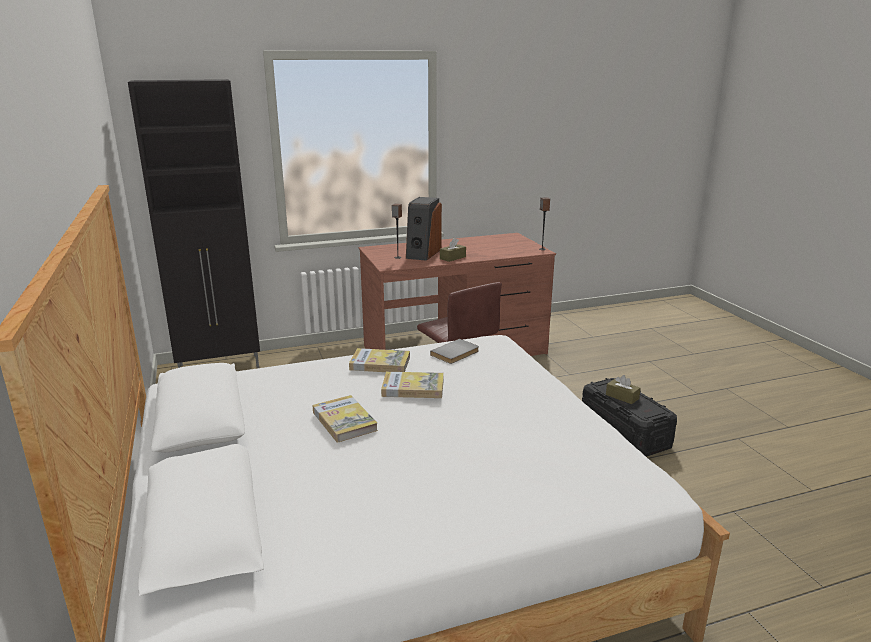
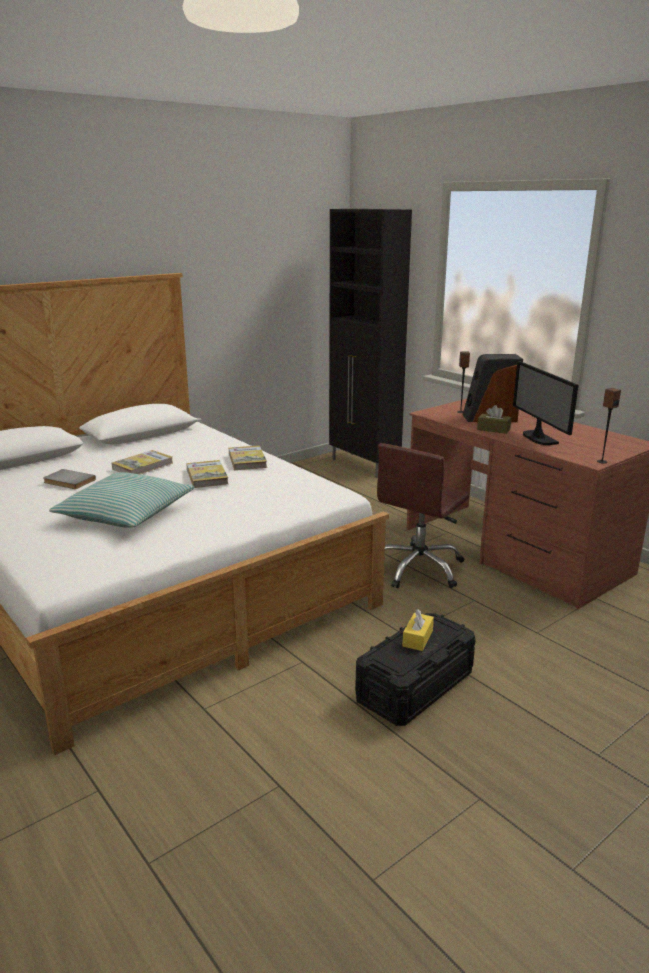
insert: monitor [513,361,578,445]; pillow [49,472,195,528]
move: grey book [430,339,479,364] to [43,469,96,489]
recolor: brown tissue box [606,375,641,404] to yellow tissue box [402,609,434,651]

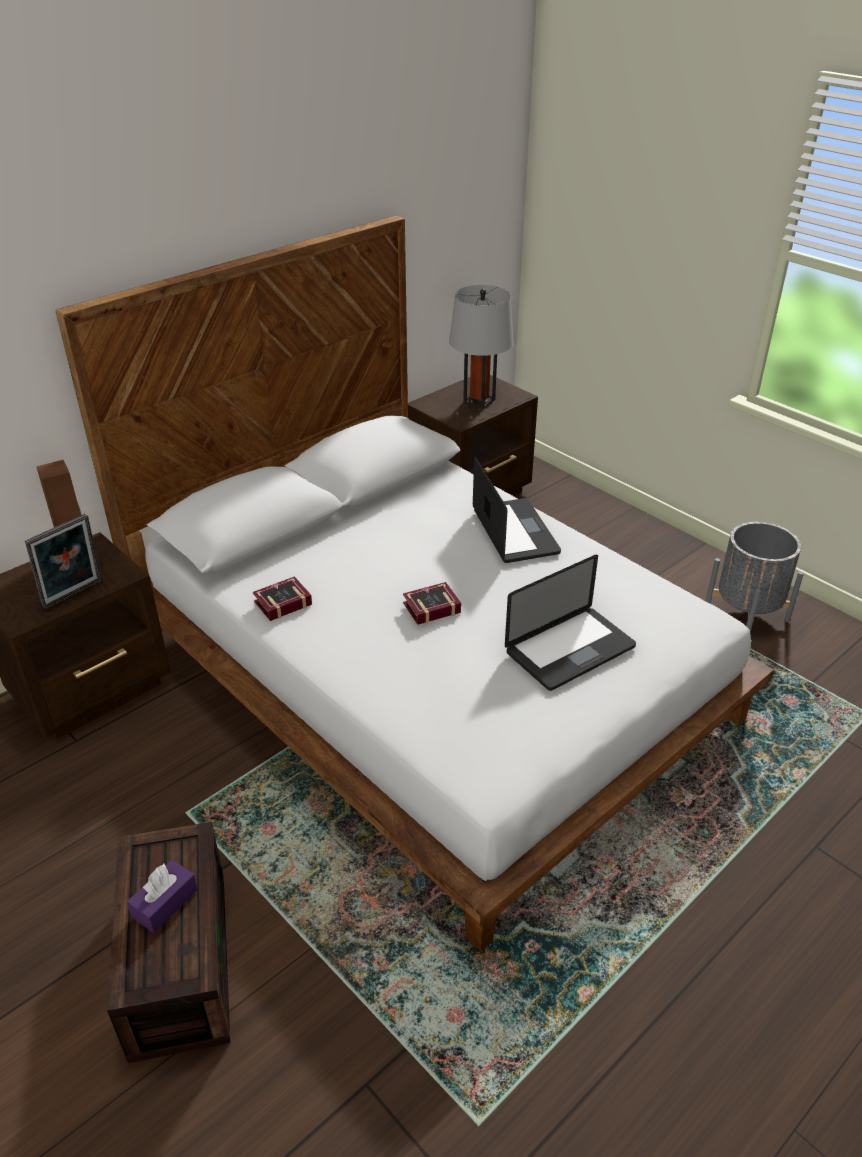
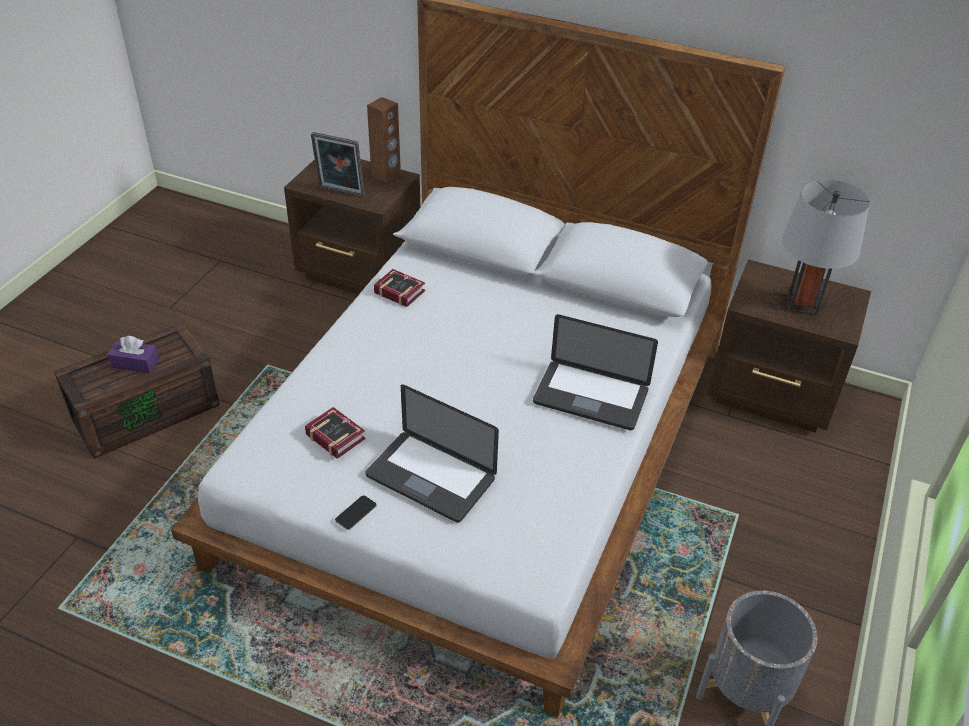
insert: phone [335,495,377,530]
move: book [403,582,461,625] to [305,407,365,459]
rotate: laptop [473,457,561,563] = [533,314,658,430] 60 degrees clockwise

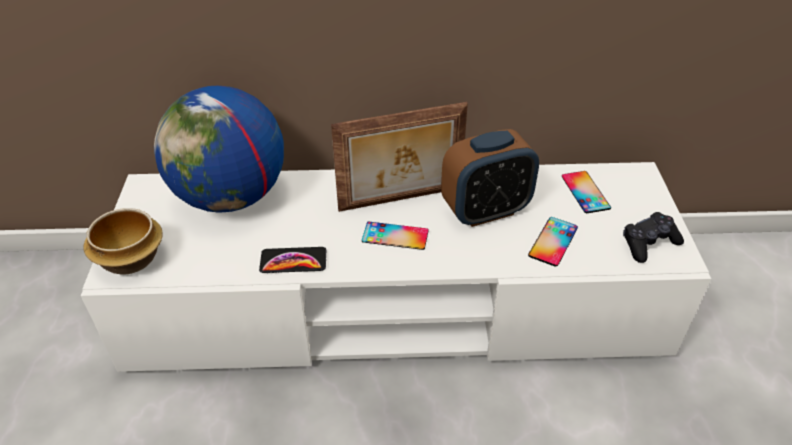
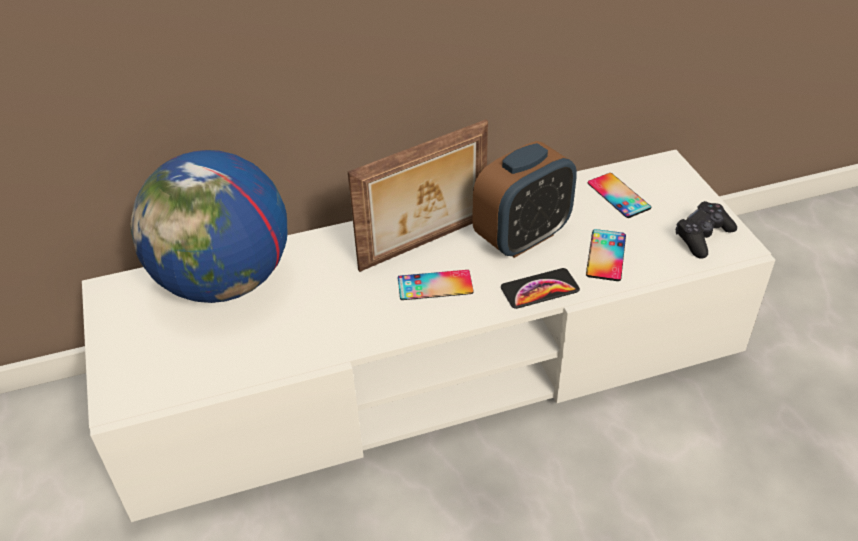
delete: bowl [83,208,163,274]
move: phone [259,247,326,273] to [501,268,580,309]

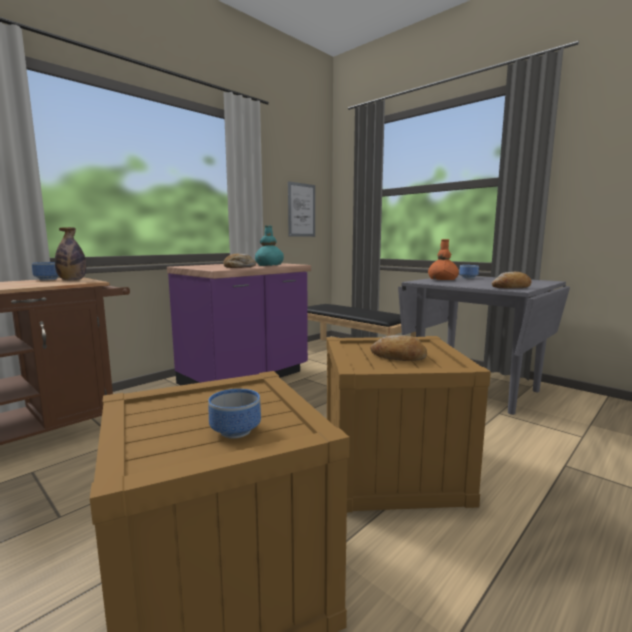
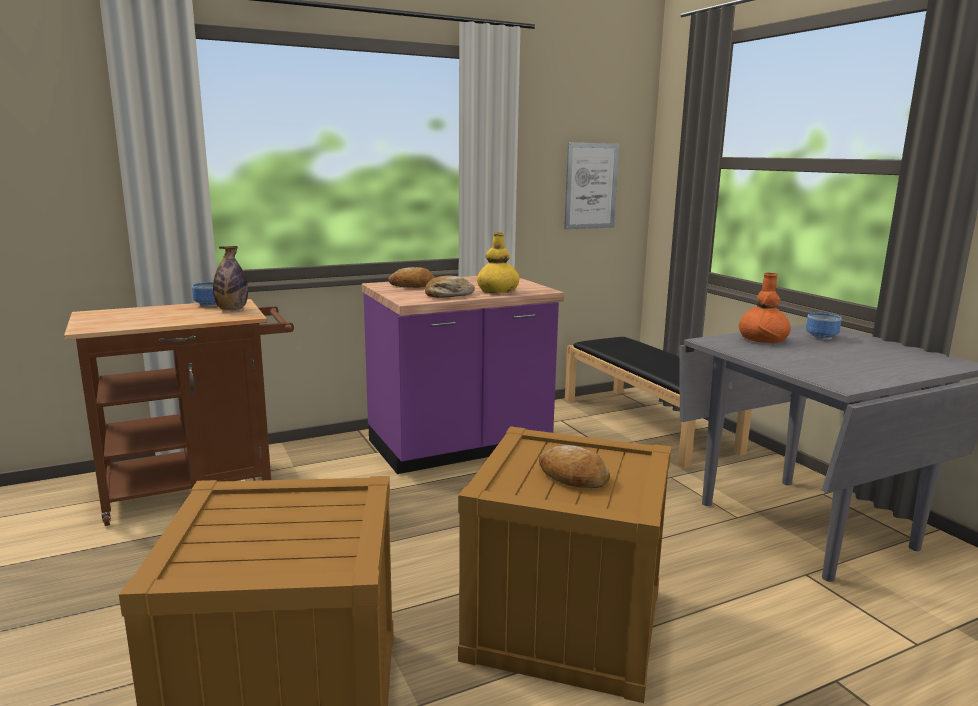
delete: bowl [208,389,261,439]
move: bread [492,272,531,289] to [388,267,435,288]
recolor: turquoise vase [255,226,284,266] to yellow vase [477,233,520,293]

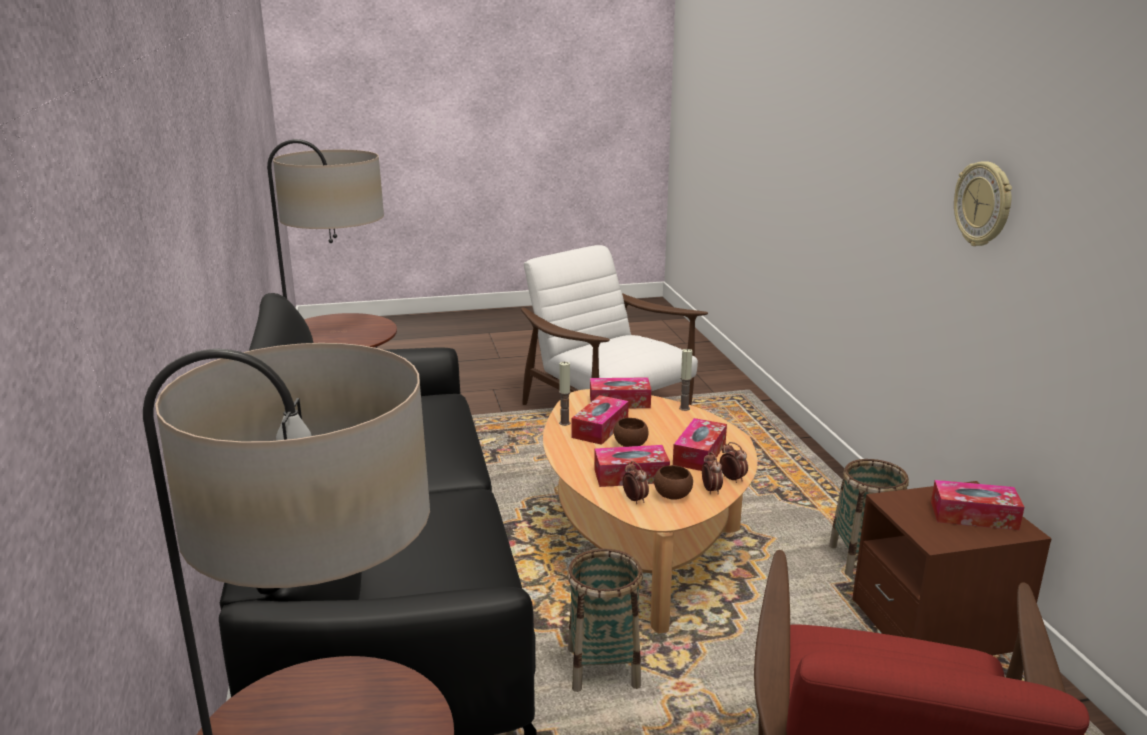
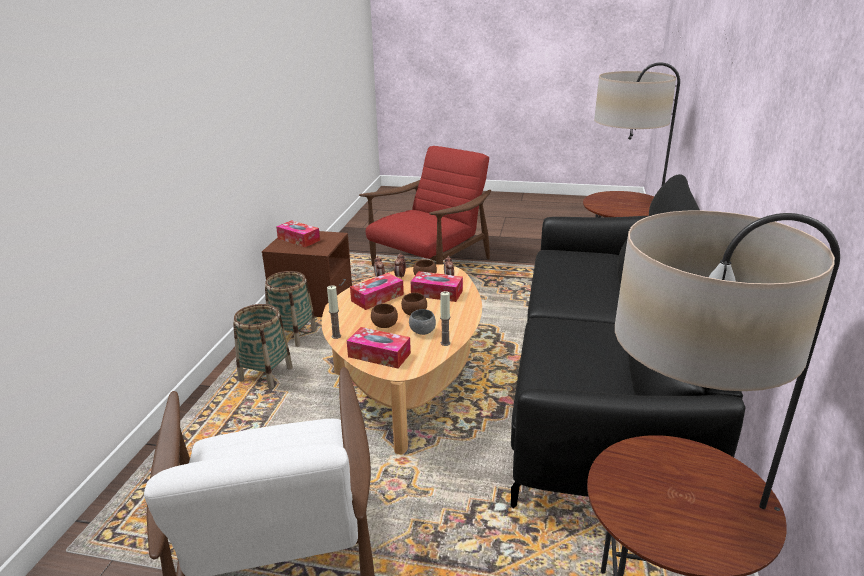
delete: wall clock [954,161,1012,246]
insert: brown bowl [371,304,398,328]
move: basket [567,549,643,692] to [233,304,293,389]
replace: tissue box [572,395,629,445] to grey bowl [409,309,436,335]

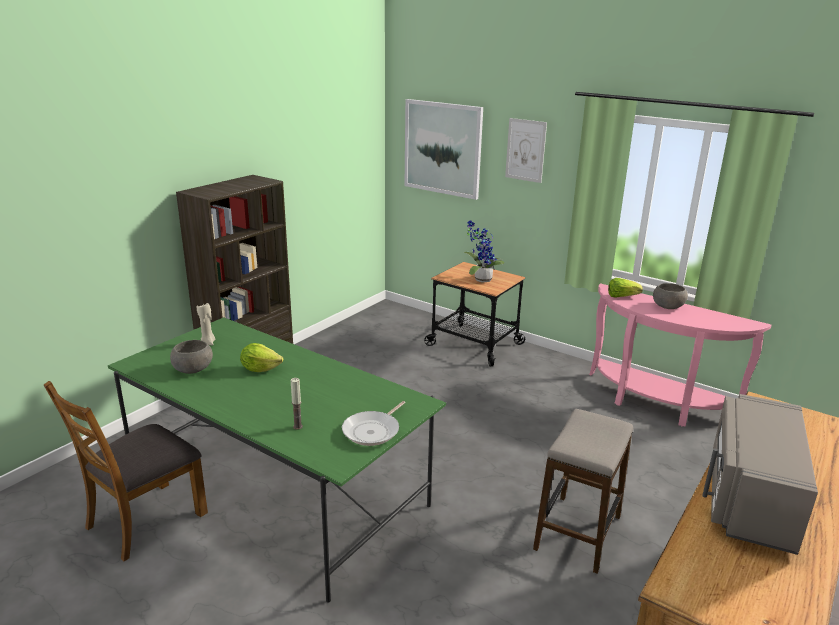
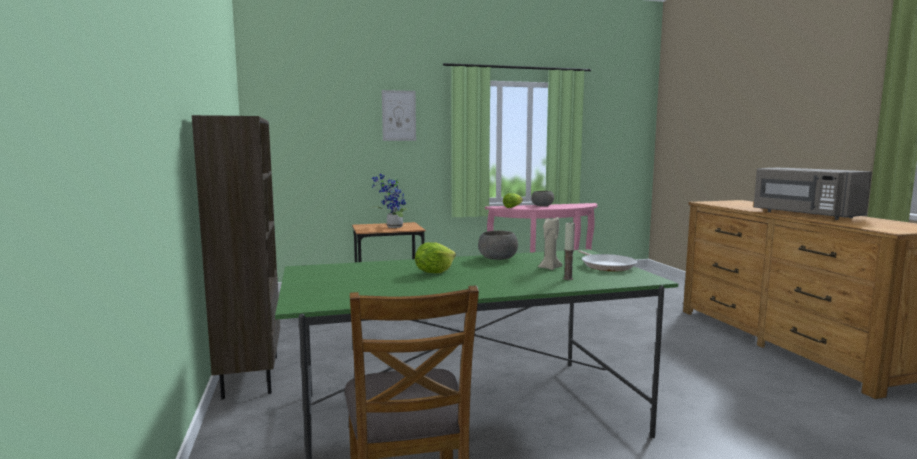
delete: picture [405,99,483,200]; stool [533,409,633,574]
move: beige candle [197,303,215,345] to [538,217,563,270]; grey bowl [170,340,213,374] to [478,230,518,260]

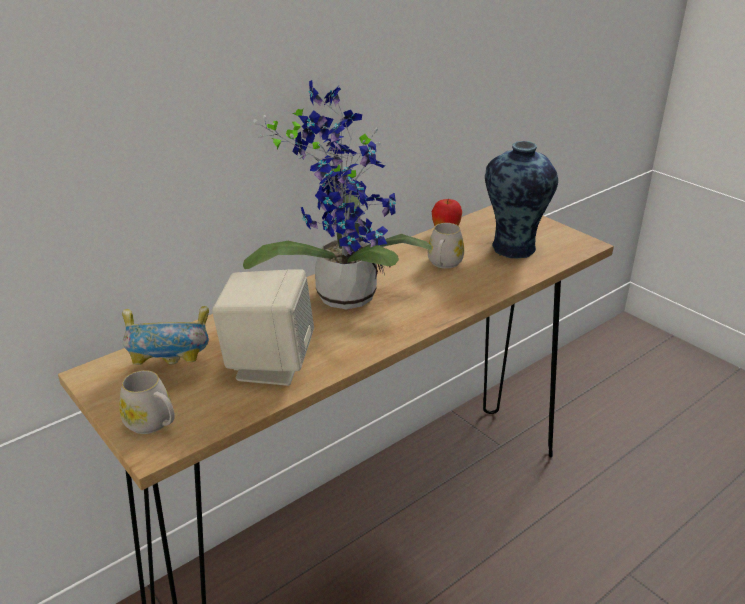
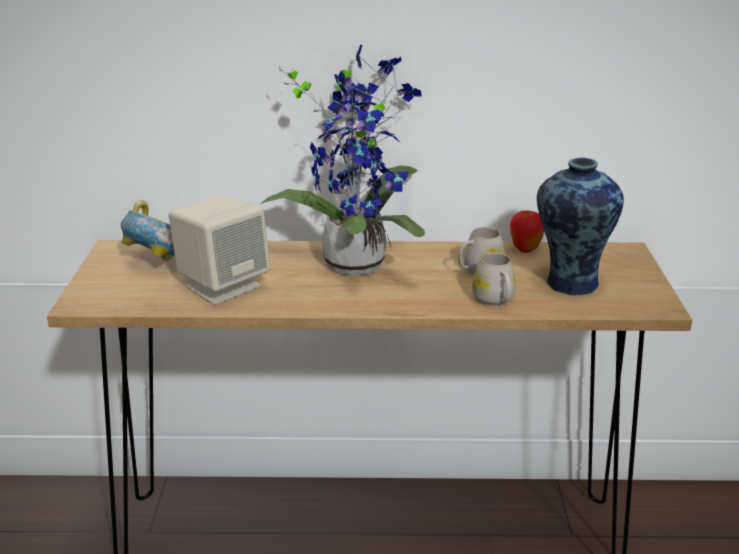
move: white mug [119,370,175,434] to [472,252,516,306]

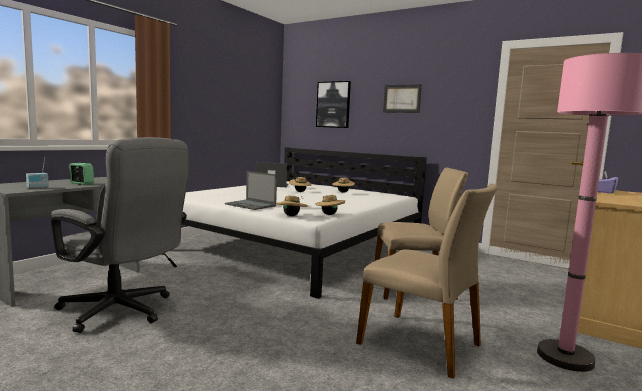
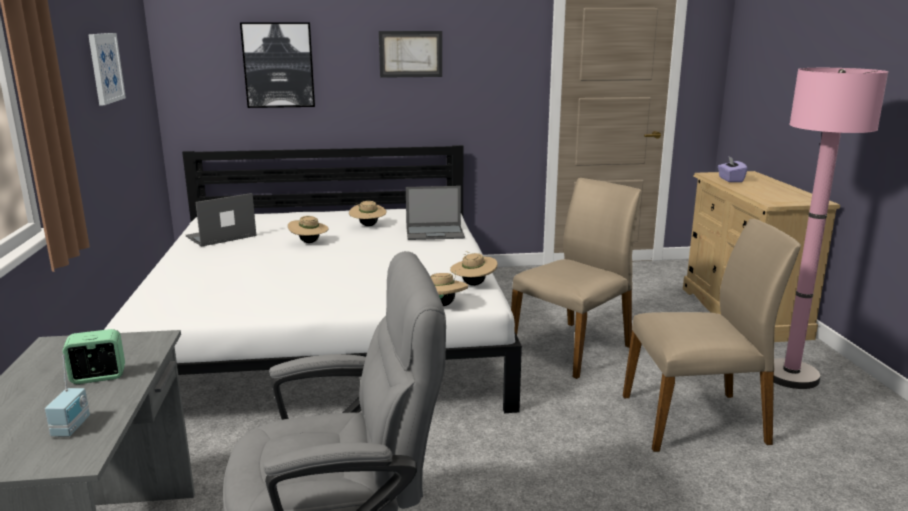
insert: picture [88,33,126,105]
move: laptop [225,171,277,210] to [406,186,465,240]

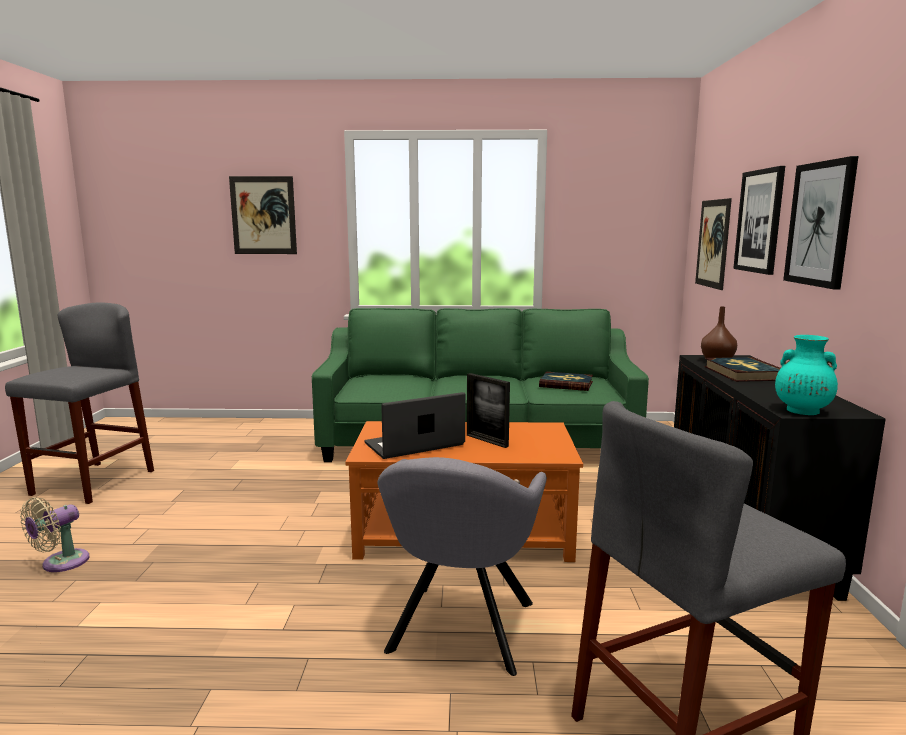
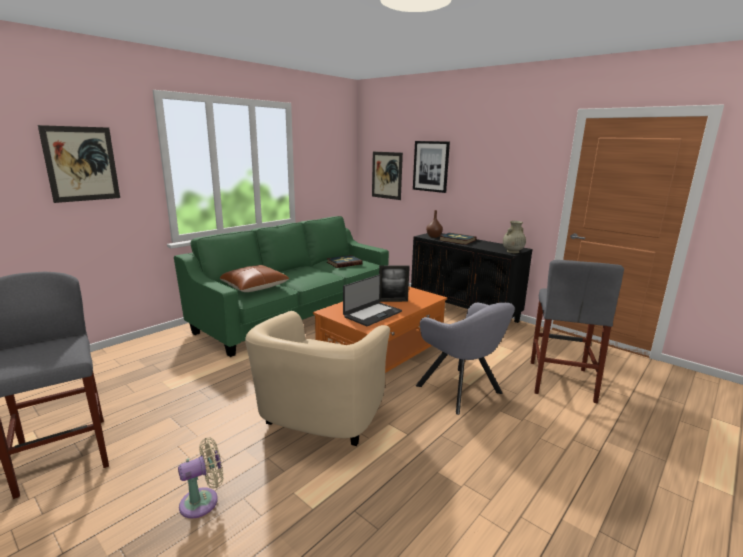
delete: picture [783,156,859,290]
insert: brown pillow [220,265,290,292]; beige armchair [245,311,390,446]
recolor: turquoise vase [775,335,838,415] to beige vase [503,221,526,253]
rotate: laptop [365,392,465,459] = [343,275,402,326] 150 degrees counterclockwise; beige fan [20,497,89,572] = [178,438,223,518] 105 degrees counterclockwise

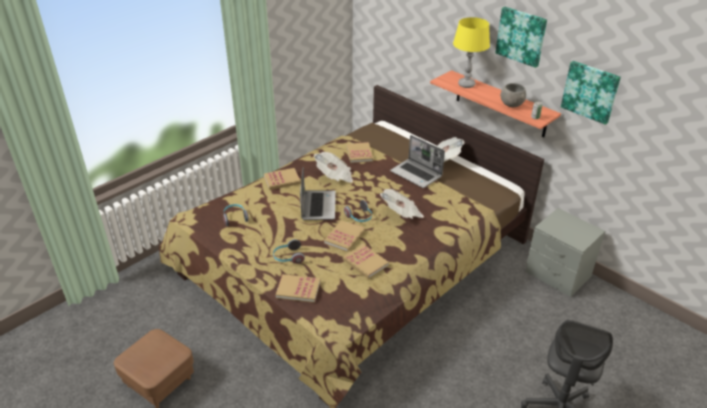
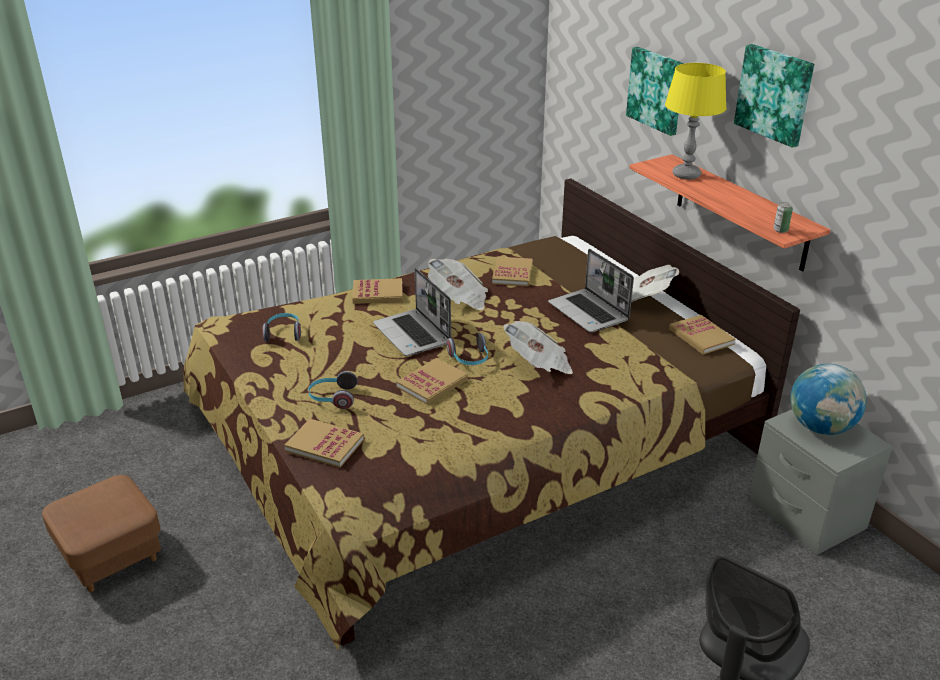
delete: grey bowl [500,83,526,107]
insert: globe [791,364,867,435]
move: picture [561,61,621,125] to [626,47,684,136]; book [342,244,389,279] to [669,315,735,355]
rotate: laptop [300,167,336,220] = [373,268,451,356] 135 degrees clockwise

